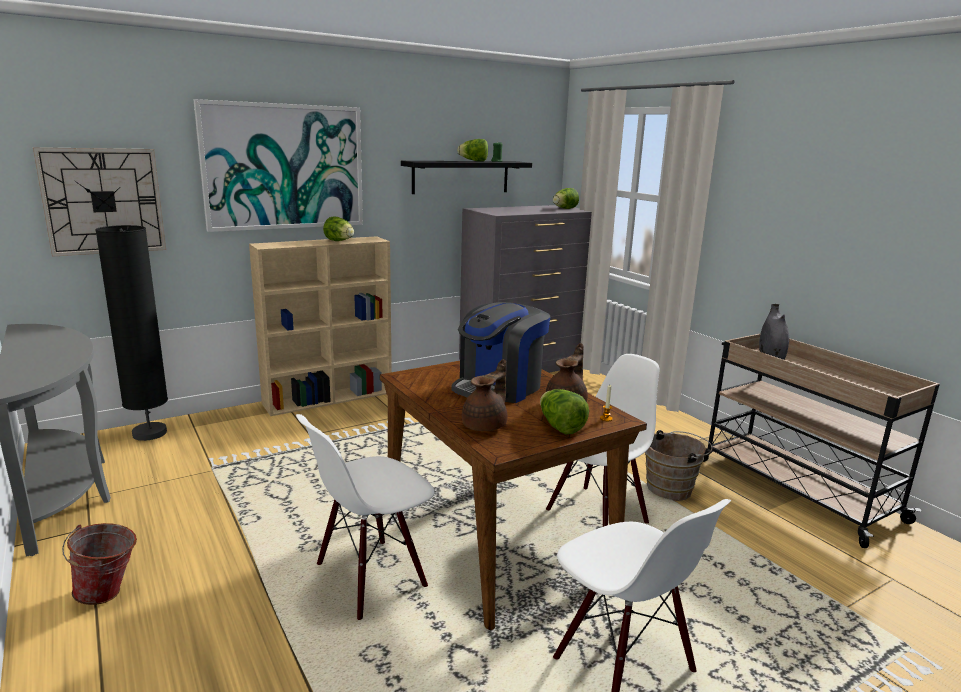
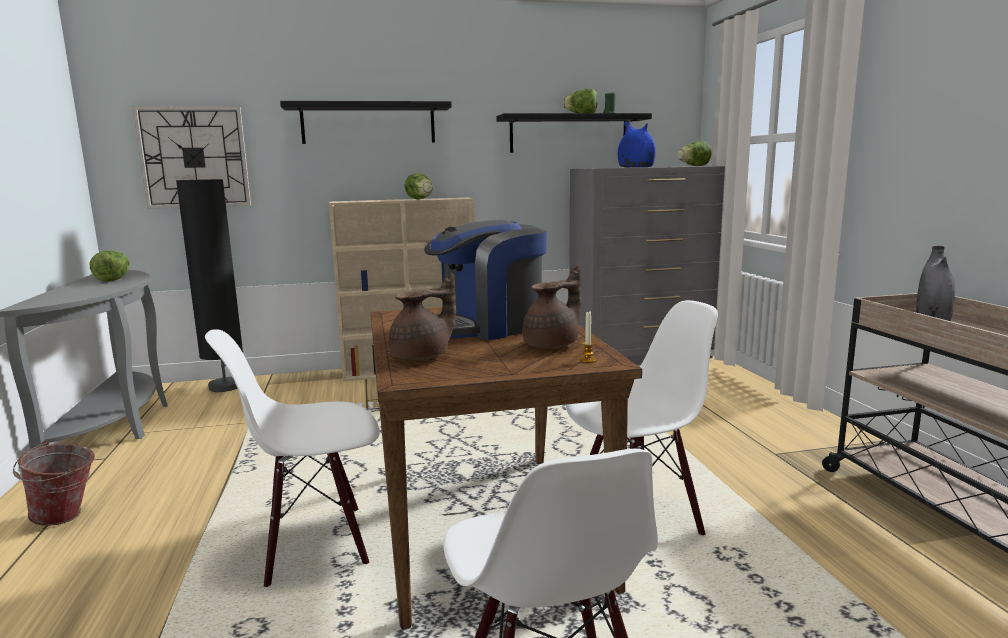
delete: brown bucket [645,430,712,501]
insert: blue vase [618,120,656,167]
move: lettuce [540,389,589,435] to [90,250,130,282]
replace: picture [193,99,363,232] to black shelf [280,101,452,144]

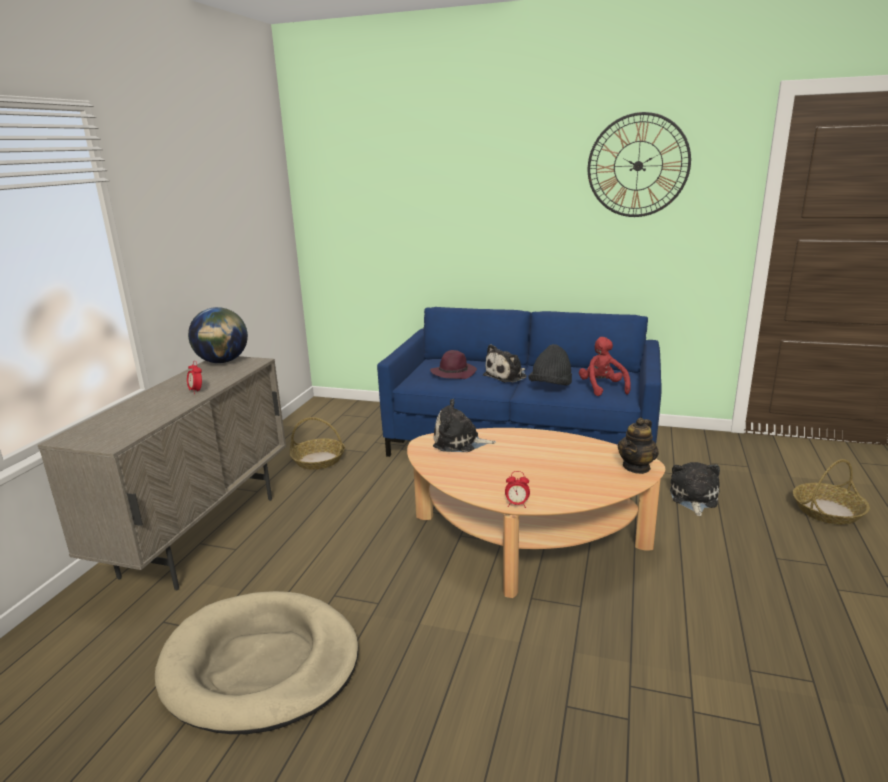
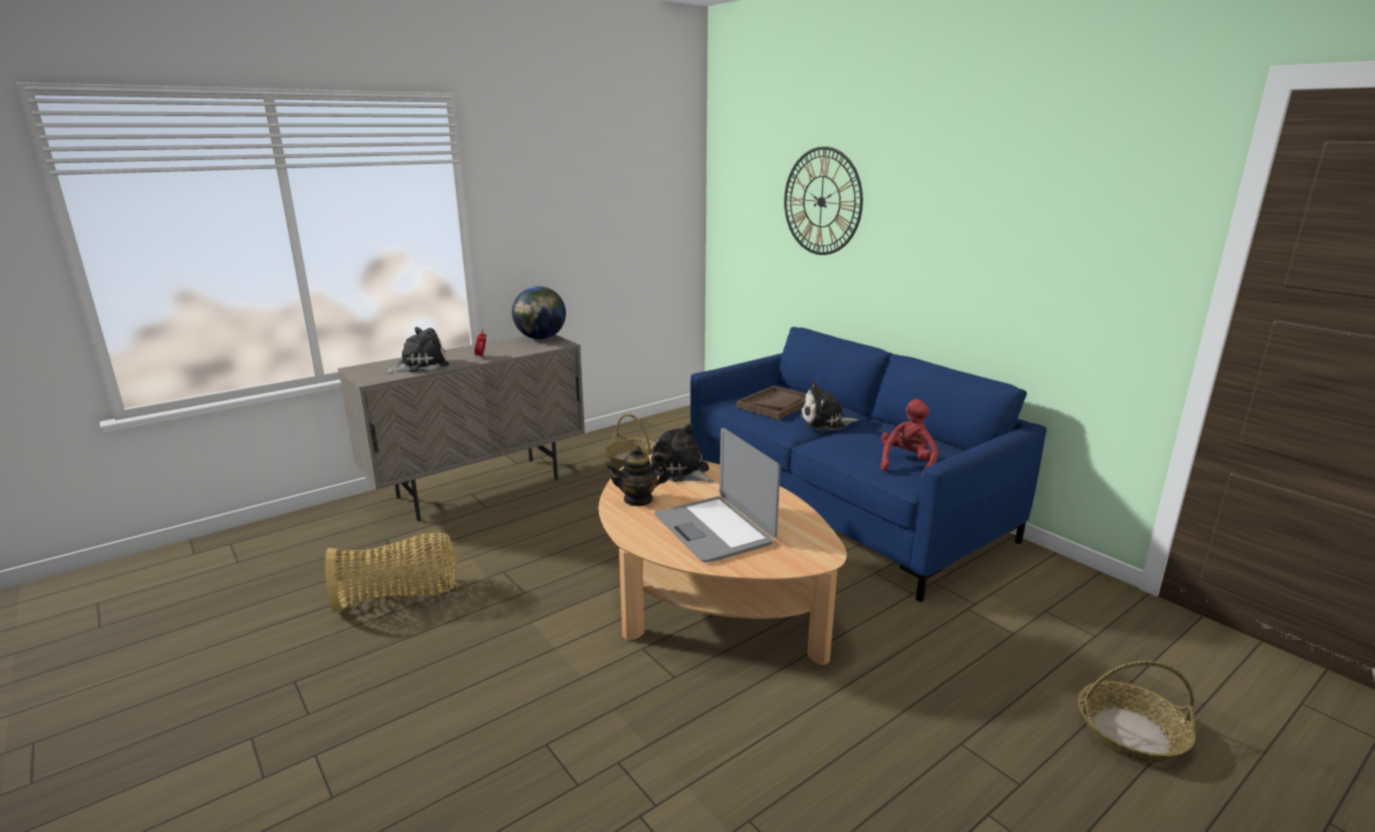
delete: black hat [528,344,572,386]; alarm clock [505,471,530,508]
insert: laptop [655,428,780,562]
move: wall clock [588,112,691,217] to [784,147,863,255]; teapot [618,418,659,474] to [606,446,669,506]; plush toy [670,462,720,516] to [385,327,449,373]
replace: purple hat [430,350,477,379] to brown tray [736,386,806,420]; beige dog bed [155,591,358,734] to basket [325,533,457,613]

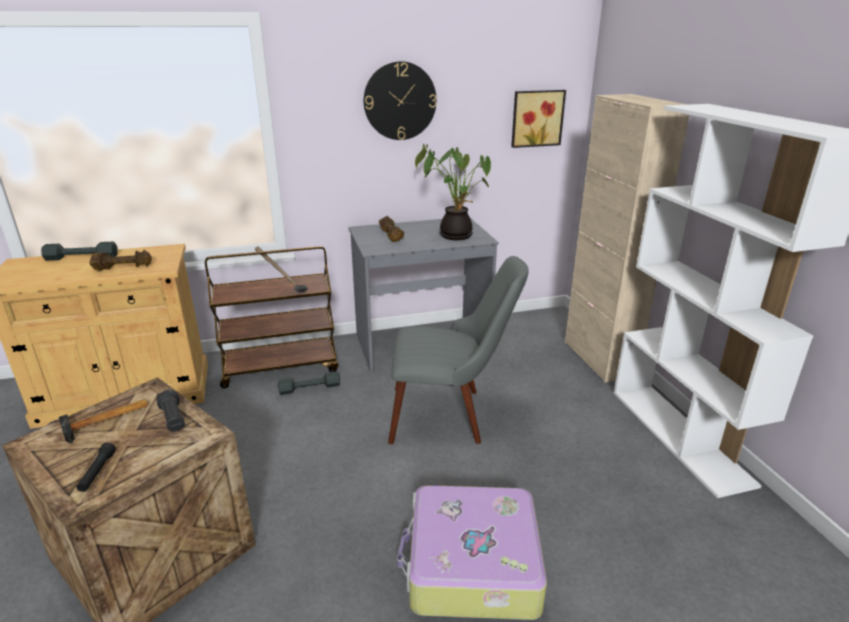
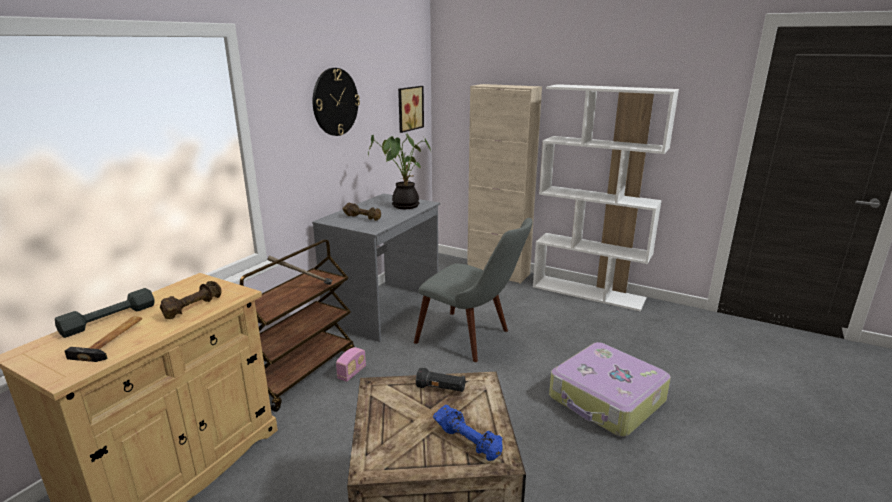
move: hammer [59,399,148,443] to [65,316,143,362]
replace: grey dumbbell [278,371,340,395] to radio [336,347,366,382]; black flashlight [76,443,116,492] to blue dumbbell [433,405,503,461]
rotate: grey chair [388,256,529,444] = [414,218,533,362] 75 degrees clockwise

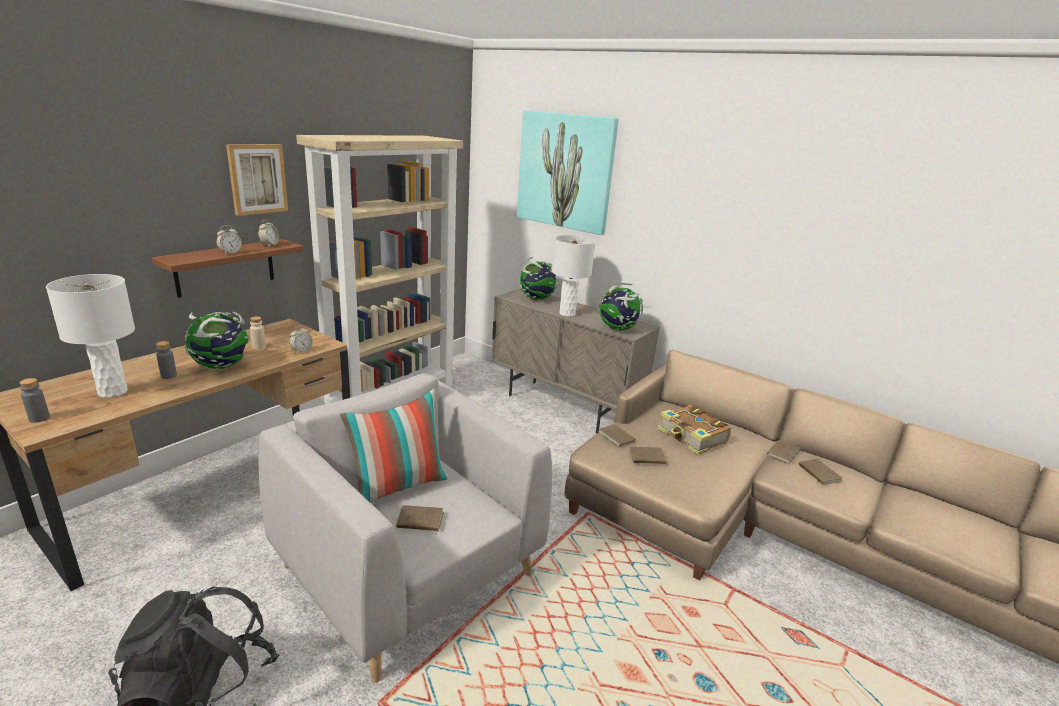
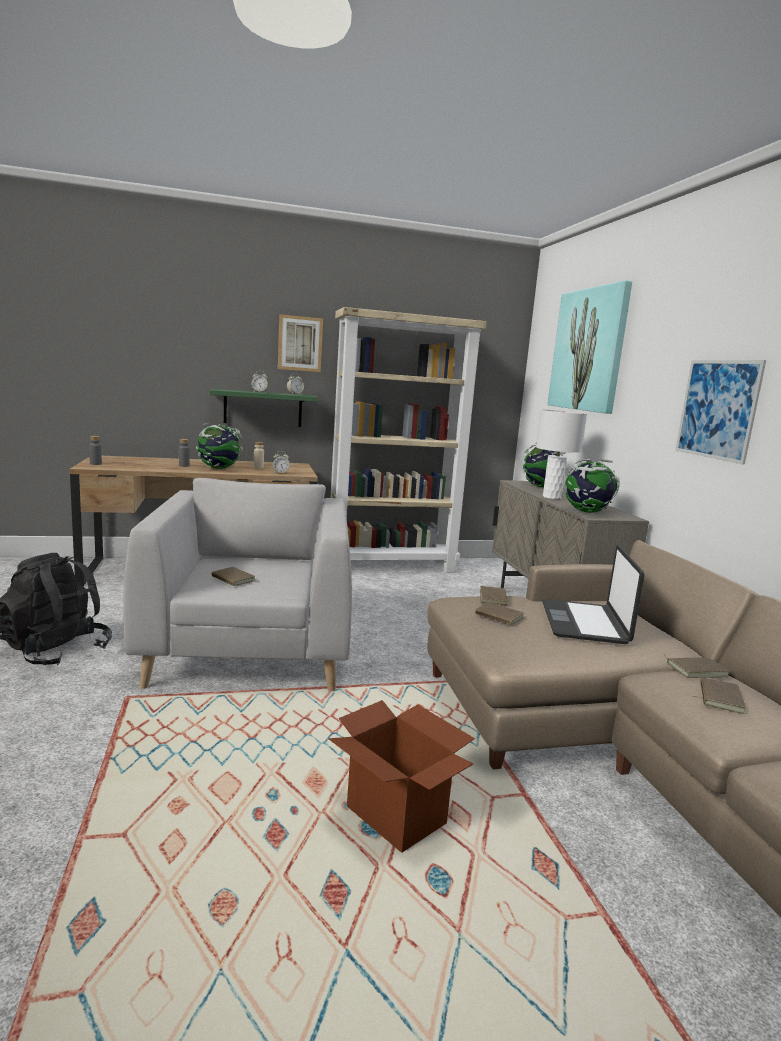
delete: white table lamp [46,274,135,398]; pillow [340,389,448,503]
insert: picture [675,360,766,464]; cardboard box [329,700,475,853]
replace: book [658,405,731,455] to laptop [542,545,645,644]
recolor: brown shelf [152,239,304,298] to green shelf [210,389,318,427]

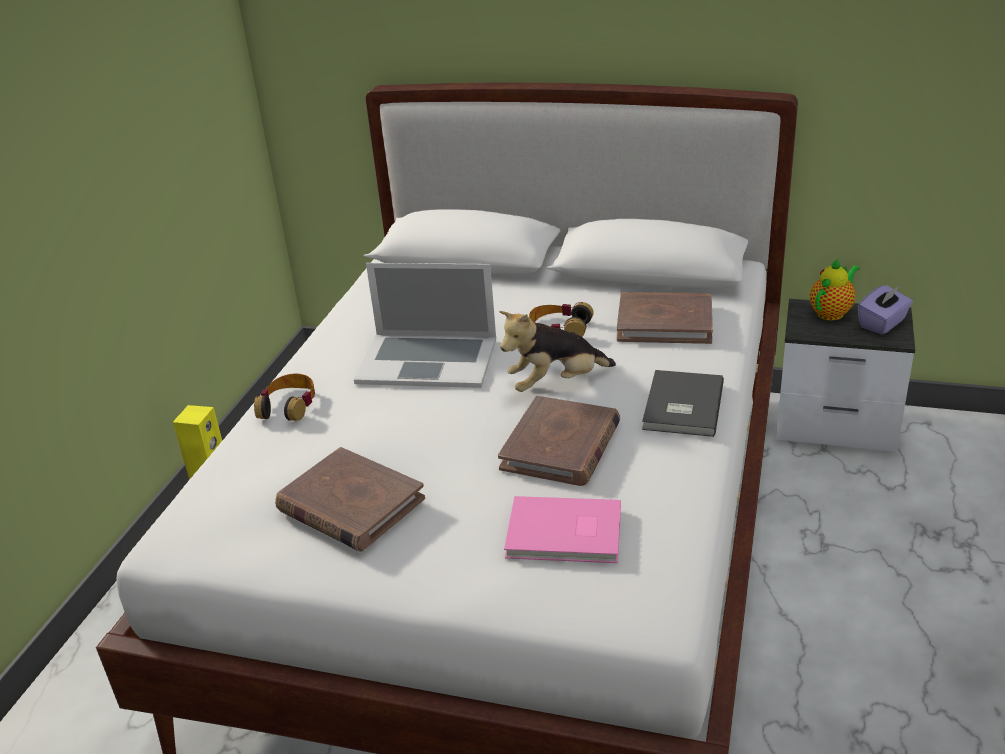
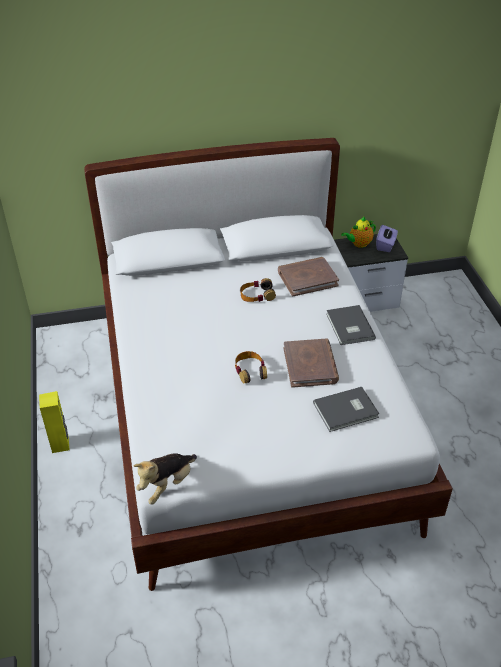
delete: laptop [354,263,496,388]; brown book [275,447,425,552]
move: plush toy [499,311,616,392] to [134,453,197,504]; headphones [254,373,315,421] to [235,351,267,383]
recolor: pink book [504,496,621,563] to grey book [313,387,379,432]
rotate: teapot [810,259,860,321] = [341,216,376,248] 135 degrees counterclockwise

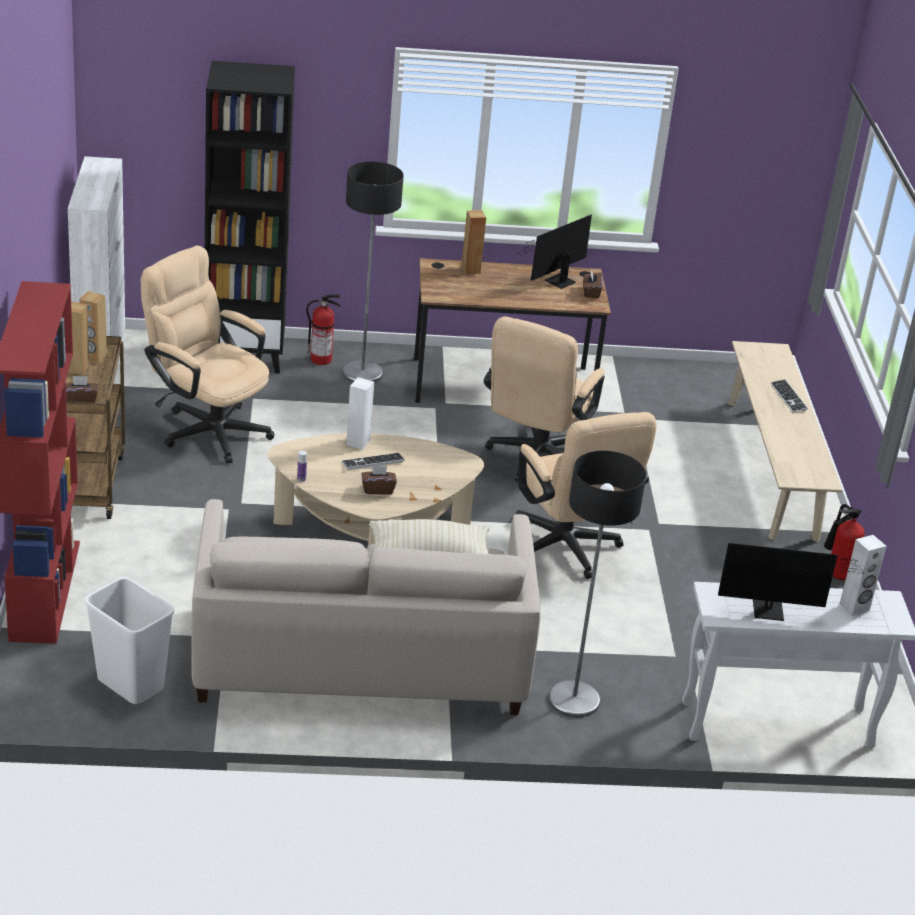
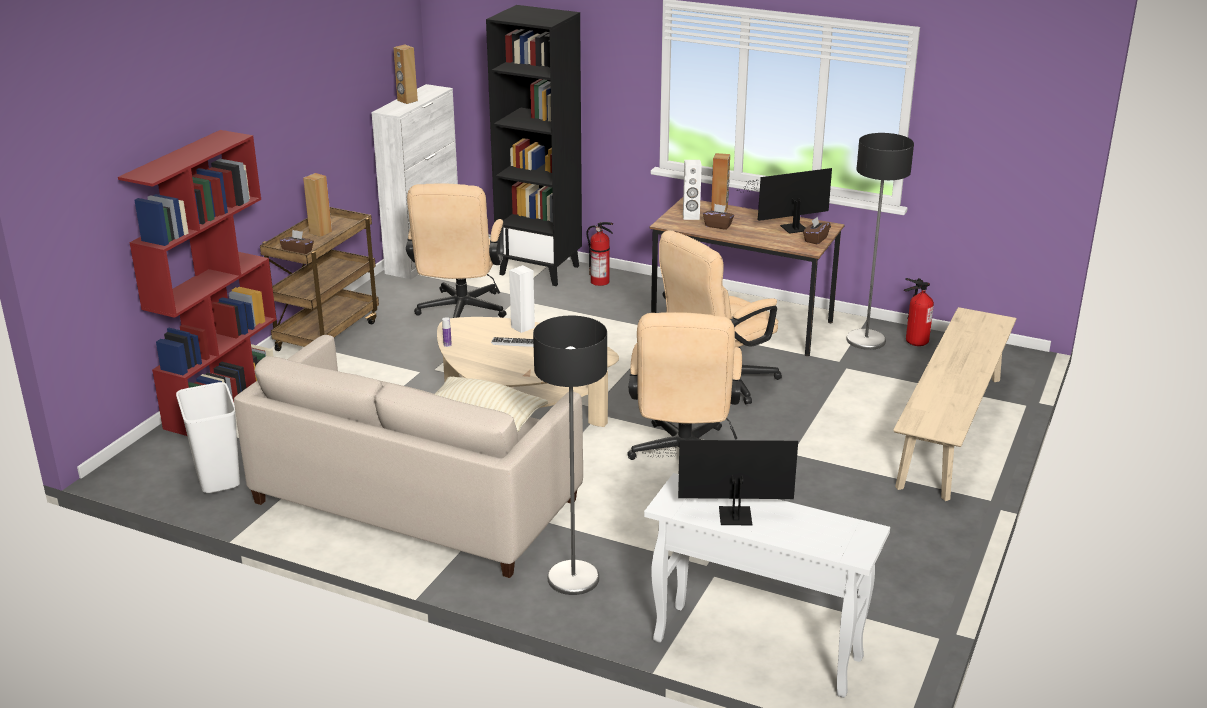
delete: keyboard [770,379,808,413]
move: floor lamp [342,162,404,383] to [846,133,914,350]; brown speaker [79,291,107,364] to [394,45,418,104]; brown tissue box [362,465,397,495] to [703,204,734,230]; fire extinguisher [824,504,865,580] to [904,278,934,346]; white speaker [840,535,887,616] to [683,160,702,220]
rotate: beige office chair [141,245,274,463] = [406,183,506,318] 150 degrees counterclockwise; monitor [718,543,871,621] = [642,440,798,525] 150 degrees clockwise

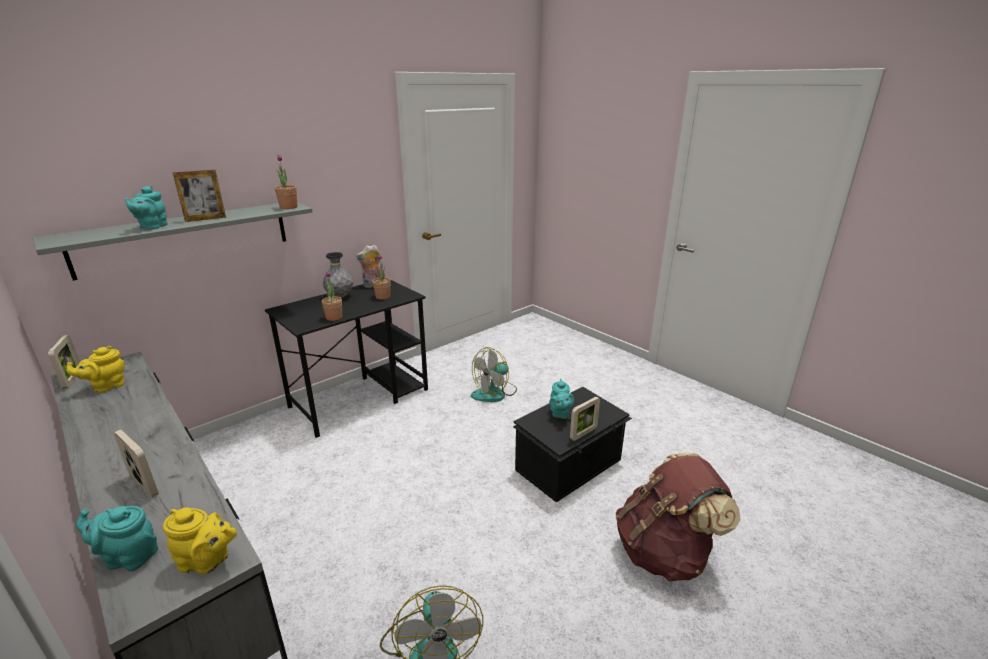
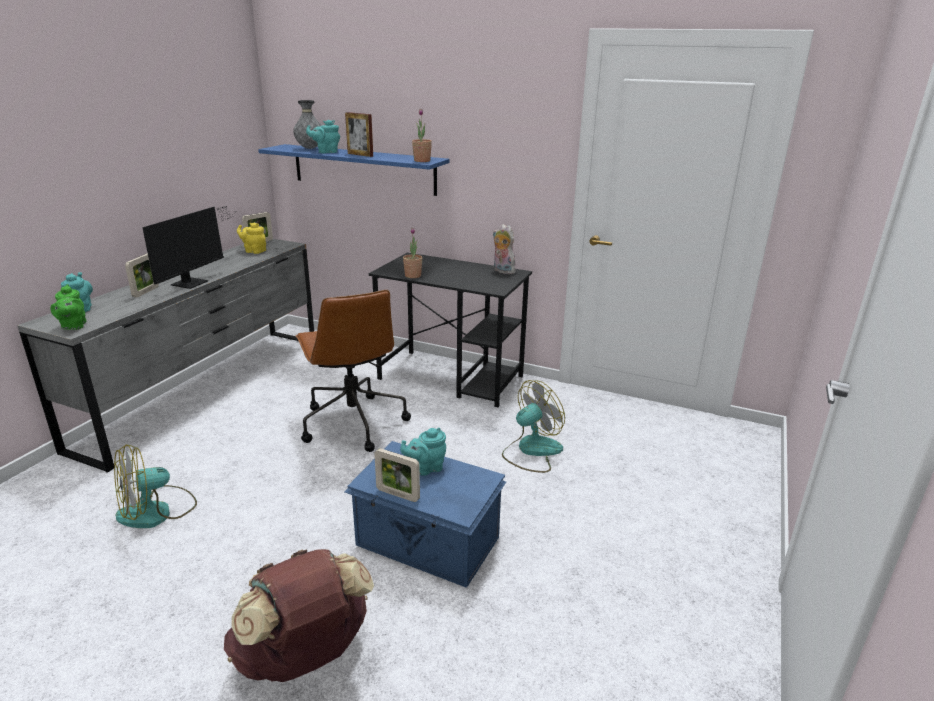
delete: potted plant [373,254,391,299]
insert: monitor [142,206,236,289]; brown office chair [296,290,411,452]
move: grey vase [323,252,353,298] to [293,100,321,149]
recolor: grey shelf [32,203,312,281] to blue shelf [258,144,450,196]; black storage box [513,387,632,503] to blue storage box [344,441,506,588]; yellow teapot [163,507,237,574] to green teapot [51,284,86,330]
rotate: fan [471,347,517,402] = [502,380,565,473] 120 degrees clockwise

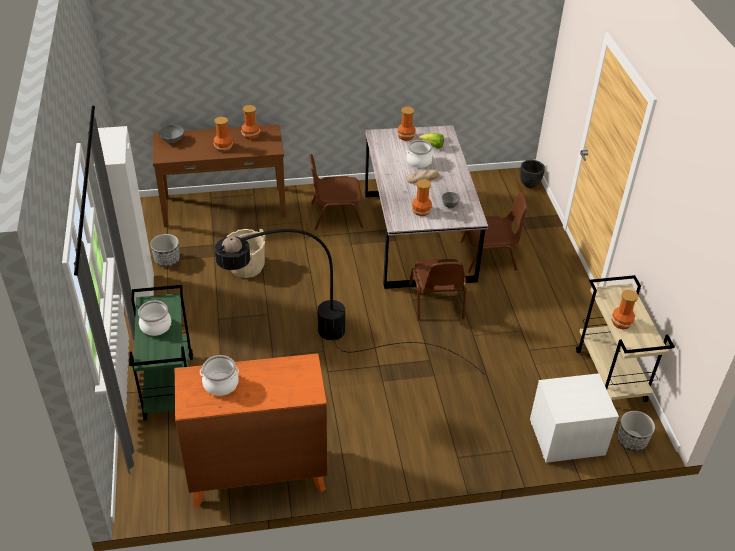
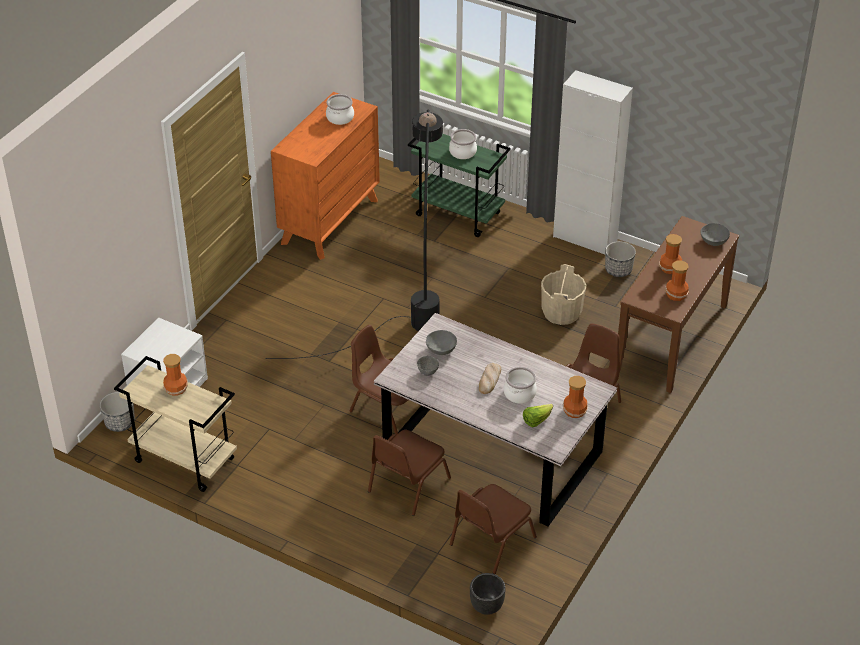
insert: brown chair [450,484,537,574]
replace: vase [411,179,432,216] to grey bowl [426,330,457,355]

